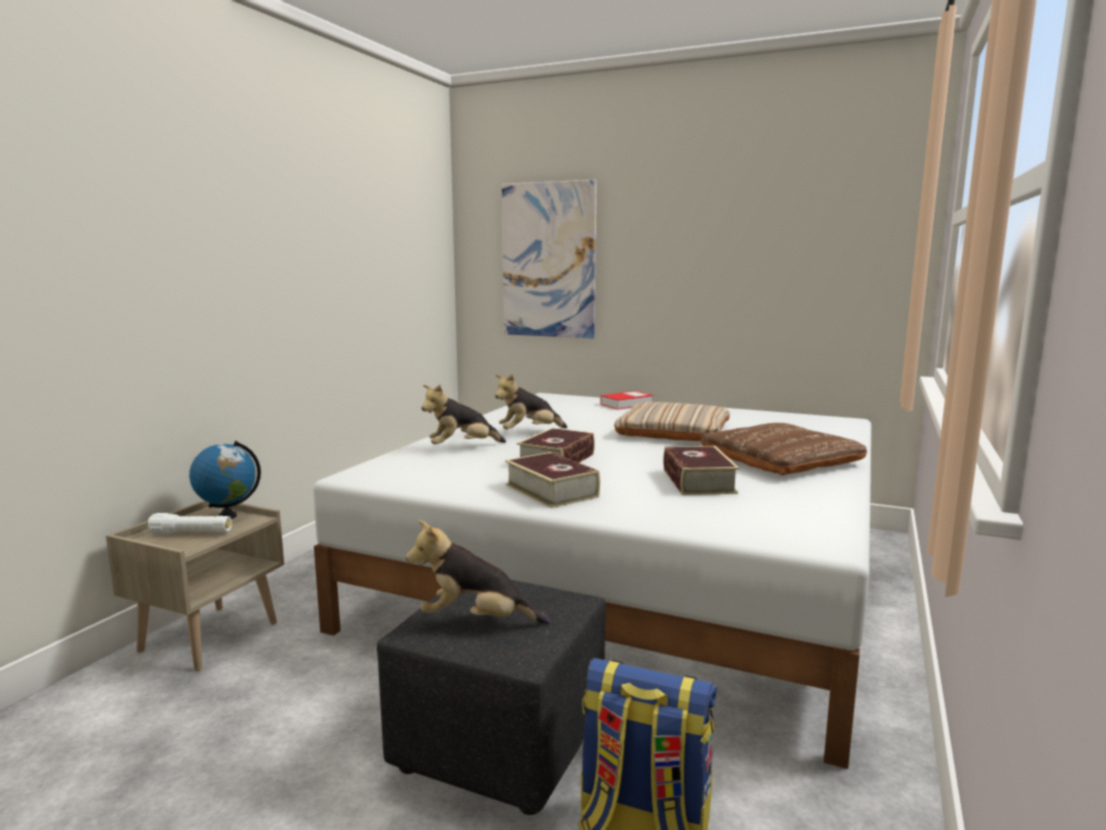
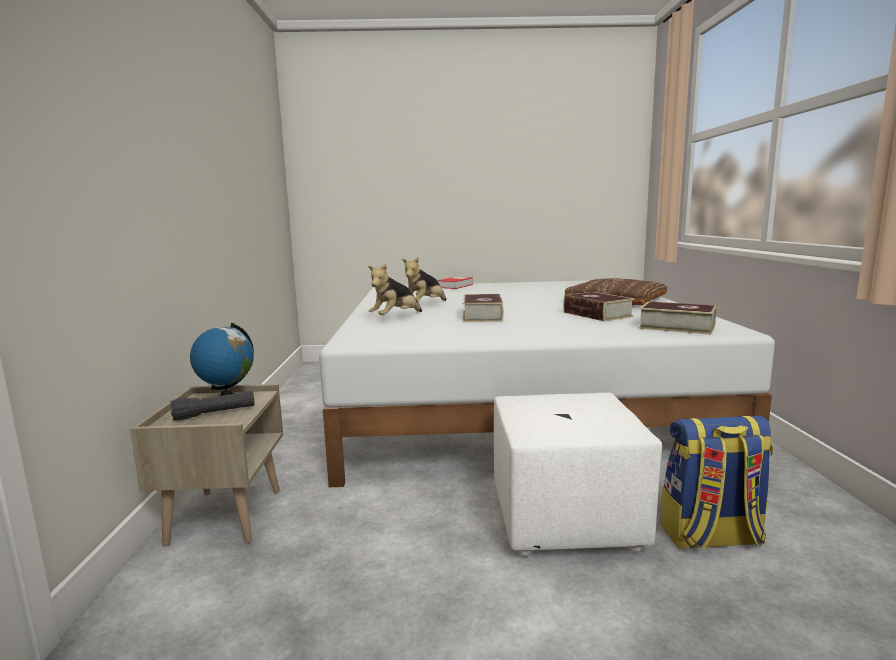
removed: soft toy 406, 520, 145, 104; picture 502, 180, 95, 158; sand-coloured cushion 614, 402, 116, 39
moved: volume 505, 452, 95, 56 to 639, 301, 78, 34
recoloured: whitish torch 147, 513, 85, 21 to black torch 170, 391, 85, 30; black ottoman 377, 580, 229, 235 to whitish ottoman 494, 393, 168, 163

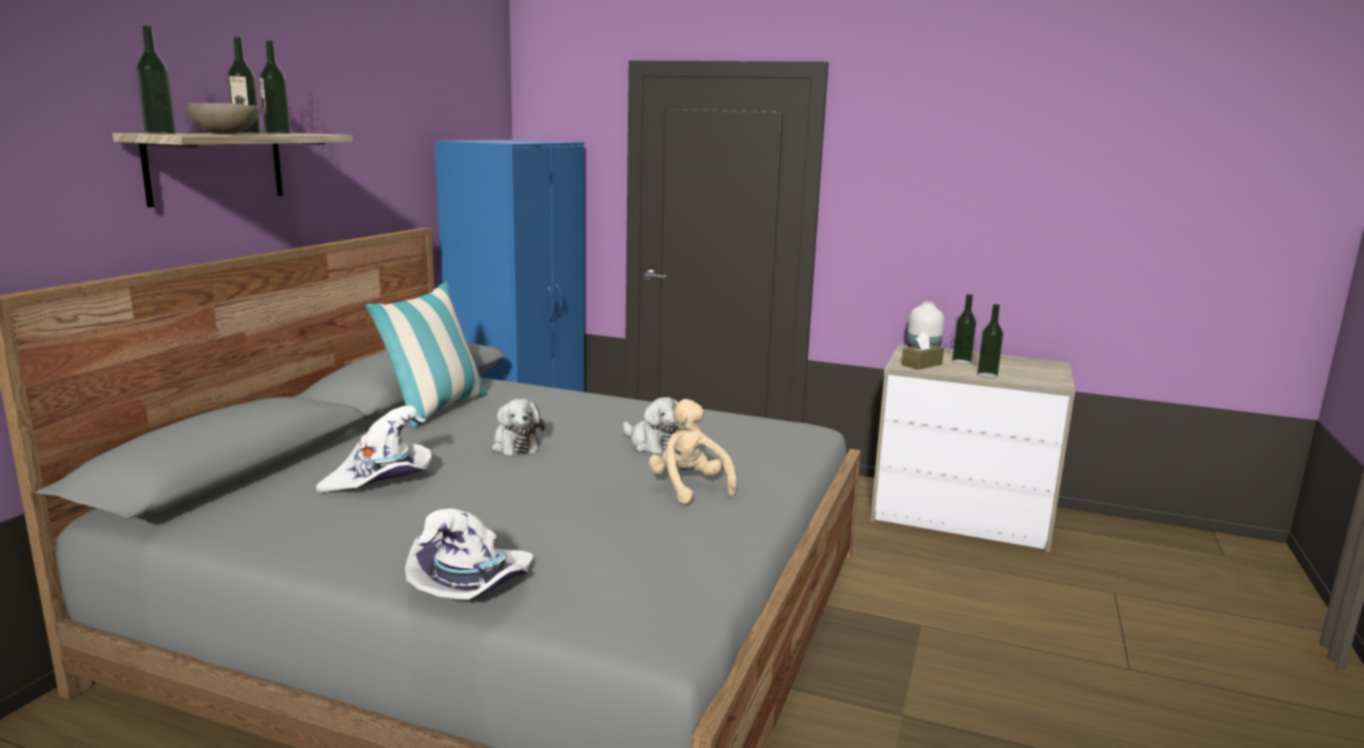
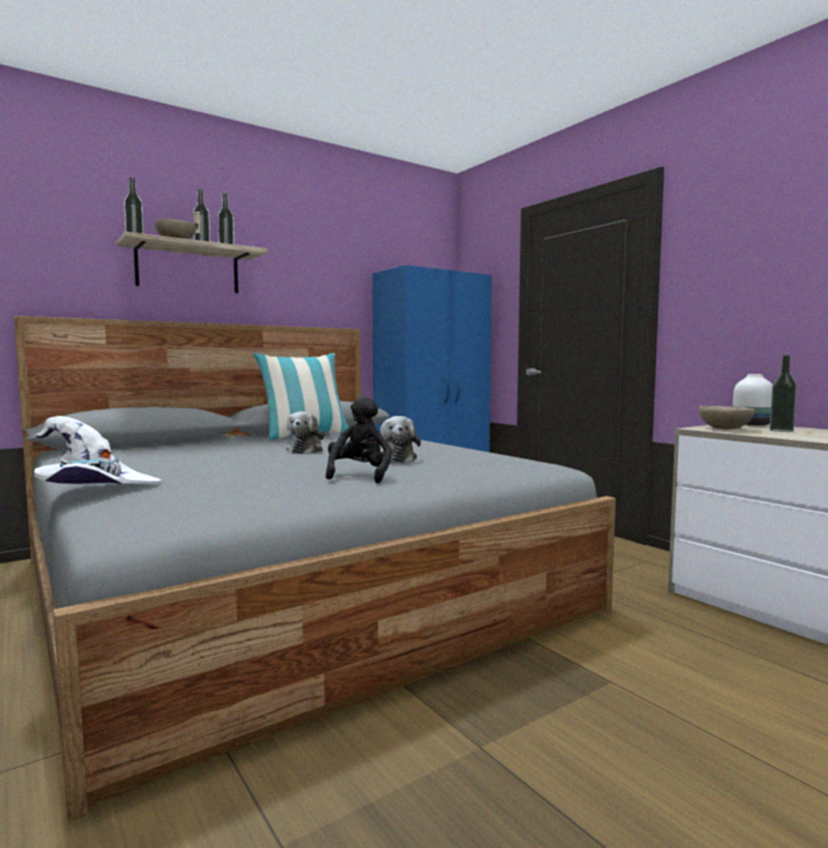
removed: whitish wearable hat 316, 405, 116, 87; bottle 977, 304, 26, 74
replaced: brown tissue holder 902, 332, 42, 38 to sand-coloured bowl 699, 406, 56, 23
recoloured: sand-coloured soft toy 648, 399, 89, 105 to black soft toy 326, 396, 66, 87

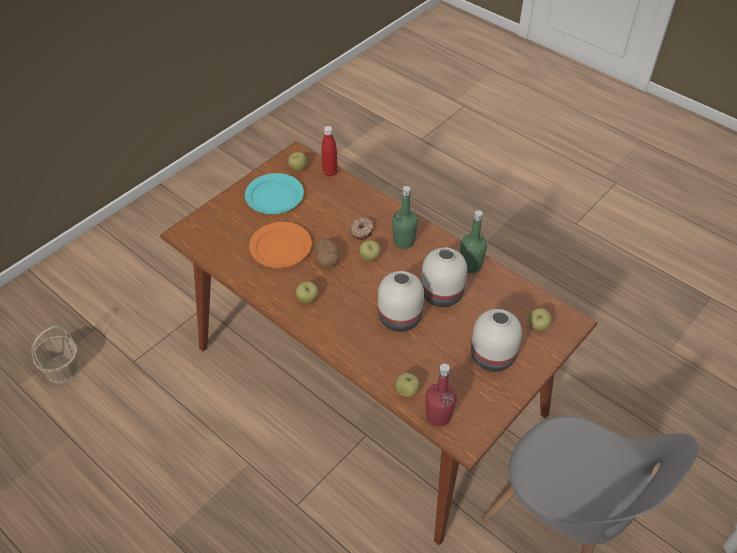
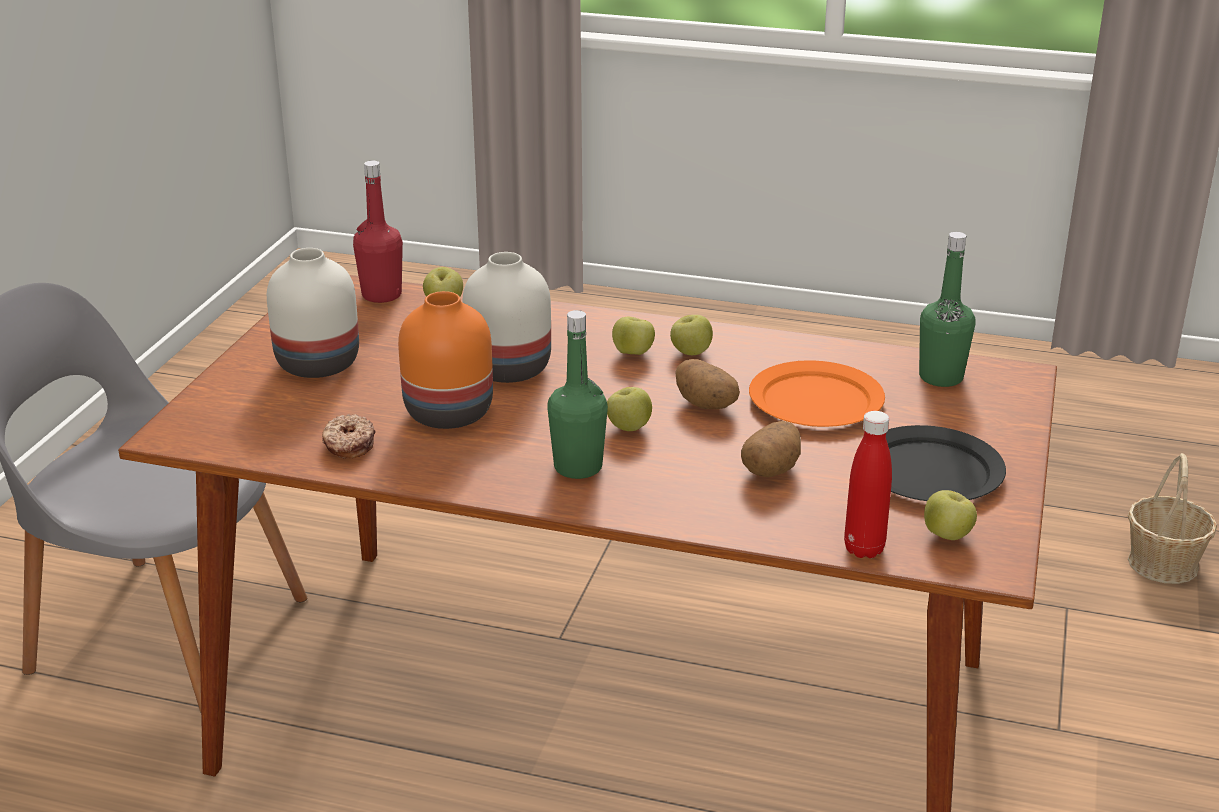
added: potato 741, 421, 60, 56
moved: doughnut 350, 217, 24, 23 to 322, 414, 54, 44; green bottle 460, 210, 27, 63 to 919, 232, 57, 155; apple 529, 308, 23, 23 to 612, 317, 43, 38
recoloured: turquoise-coloured flat dish 245, 173, 59, 41 to black flat dish 886, 425, 120, 76; whitish vase 421, 247, 46, 60 to orange-coloured vase 398, 291, 95, 138

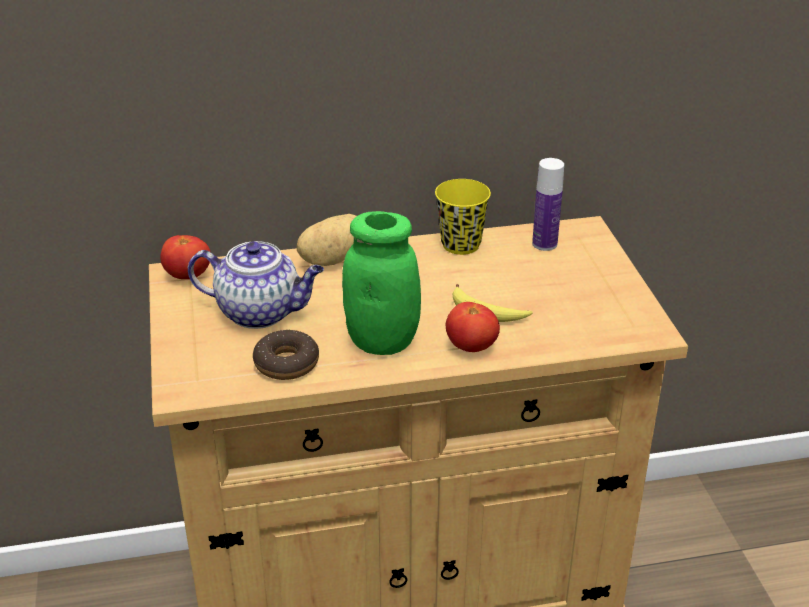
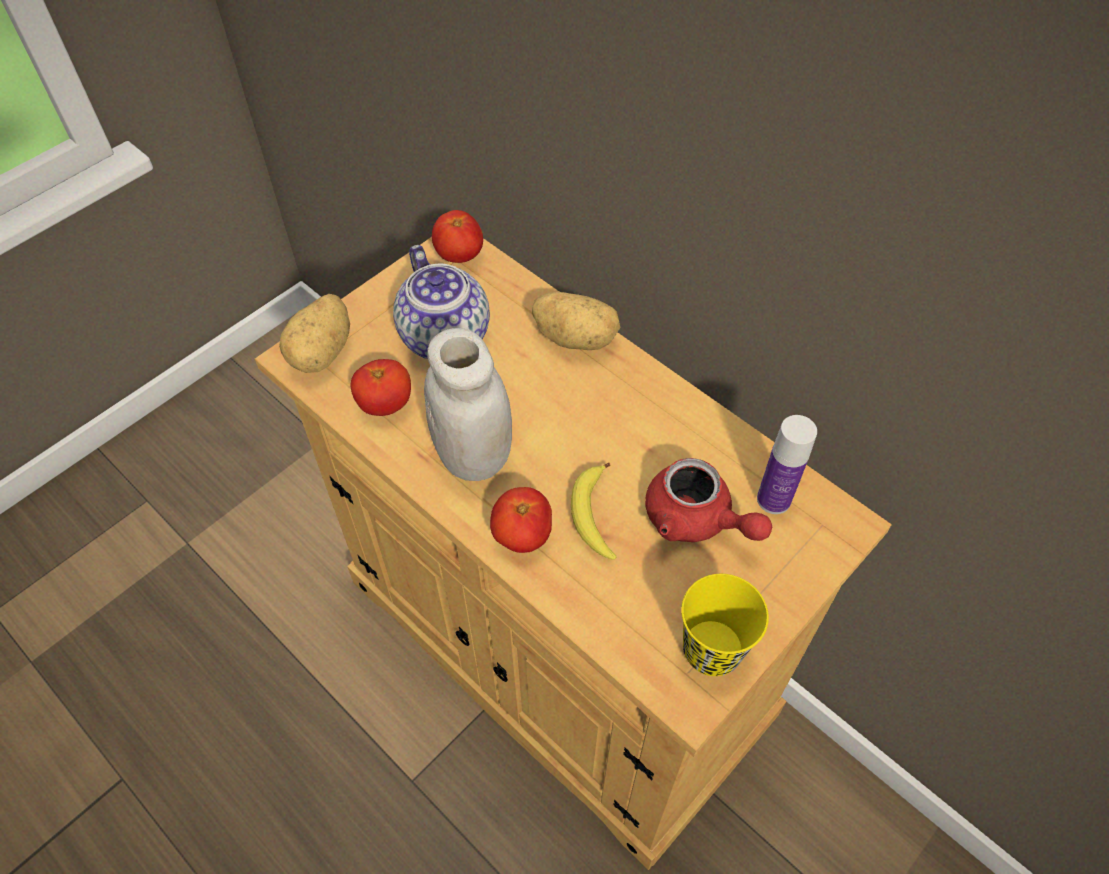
added: potato 279, 294, 71, 79; red-coloured tea pot 645, 458, 127, 84
moved: yellow-coloured small cup 435, 179, 56, 76 to 681, 574, 88, 102
replaced: doughnut 253, 330, 66, 50 to fresh tomato 351, 359, 60, 57
recoloured: green preserve jar 342, 211, 79, 144 to whitish preserve jar 424, 328, 88, 153

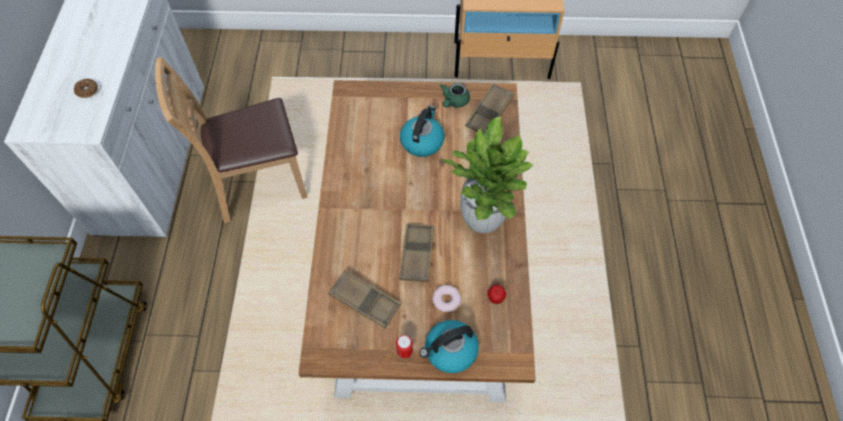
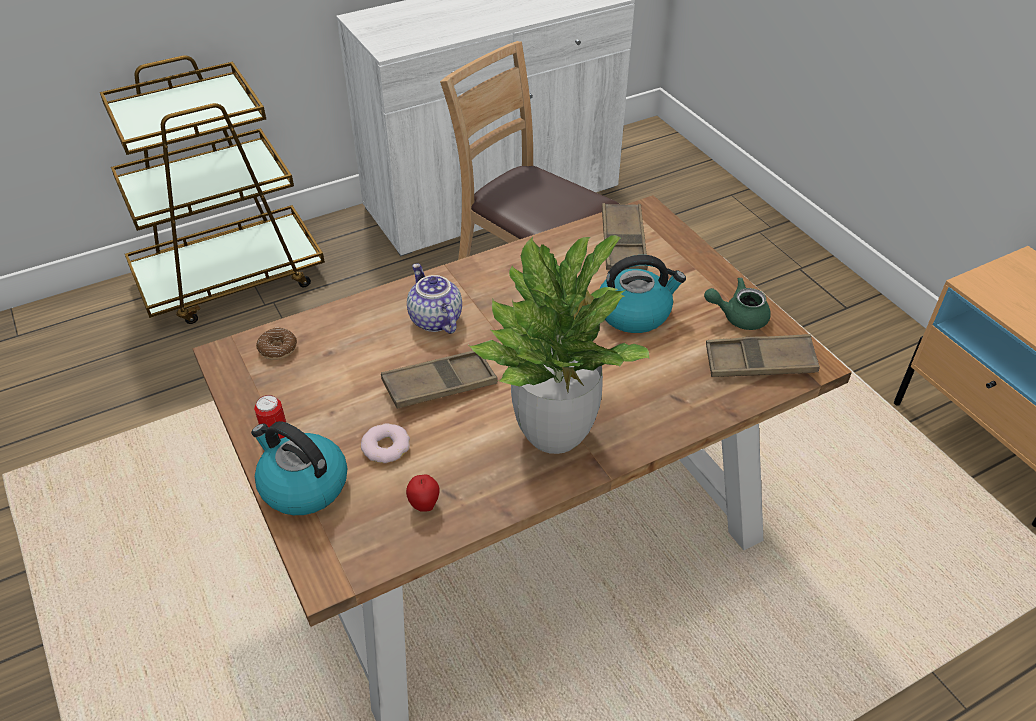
added: tea pot 407, 263, 55, 71
moved: doughnut 74, 79, 24, 19 to 256, 328, 41, 32; brown serving tray 328, 270, 73, 59 to 602, 203, 46, 67

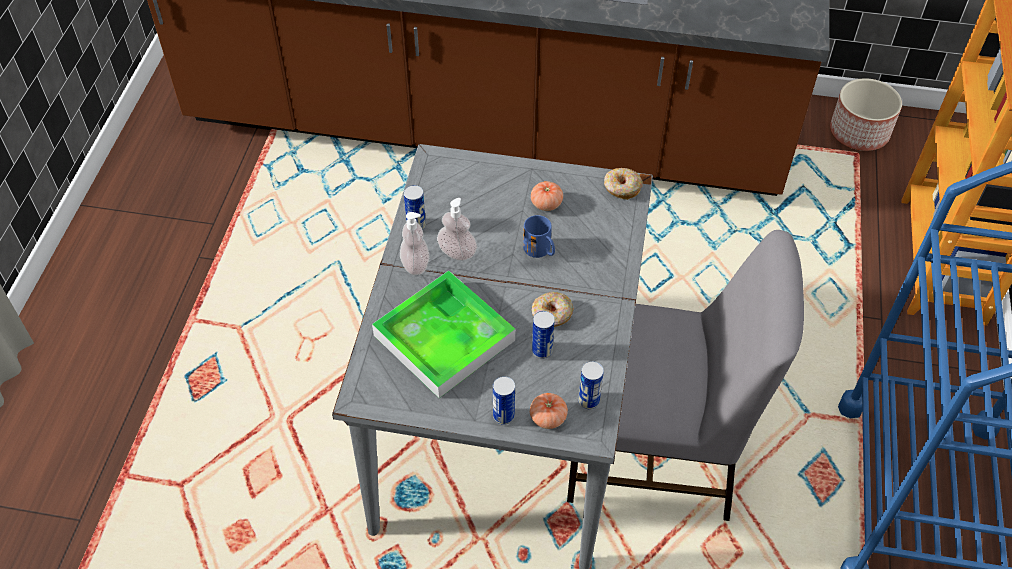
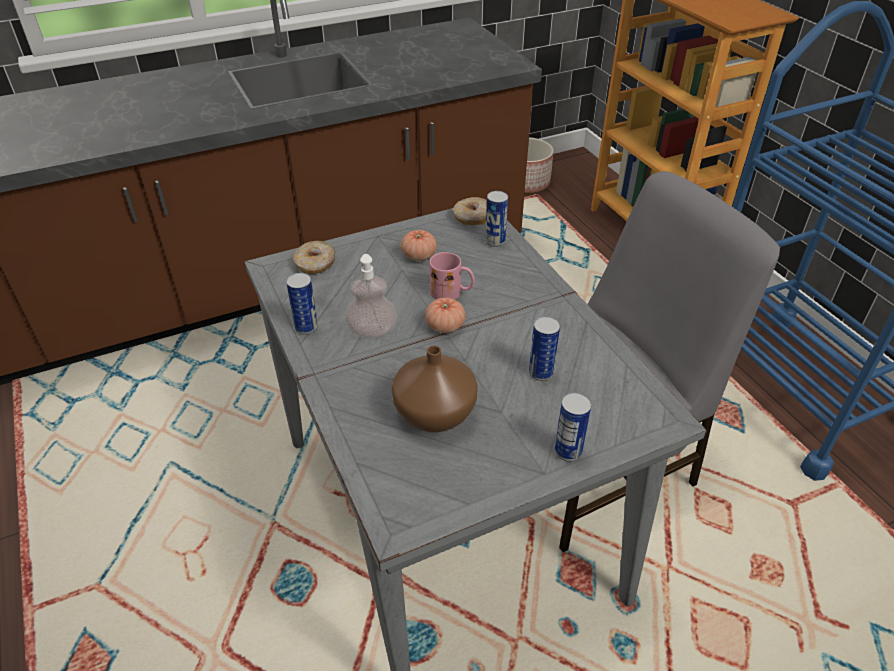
removed: soap dispenser 400, 212, 30, 63
moved: fresh tomato 530, 393, 38, 36 to 425, 297, 41, 36; doughnut 531, 292, 43, 35 to 293, 241, 43, 33; can 578, 361, 26, 48 to 485, 191, 23, 56
replaced: serving tray 372, 270, 143, 128 to brown vase 391, 345, 87, 87
recoloured: blue mug 523, 215, 32, 43 to pinkish mug 429, 252, 46, 47

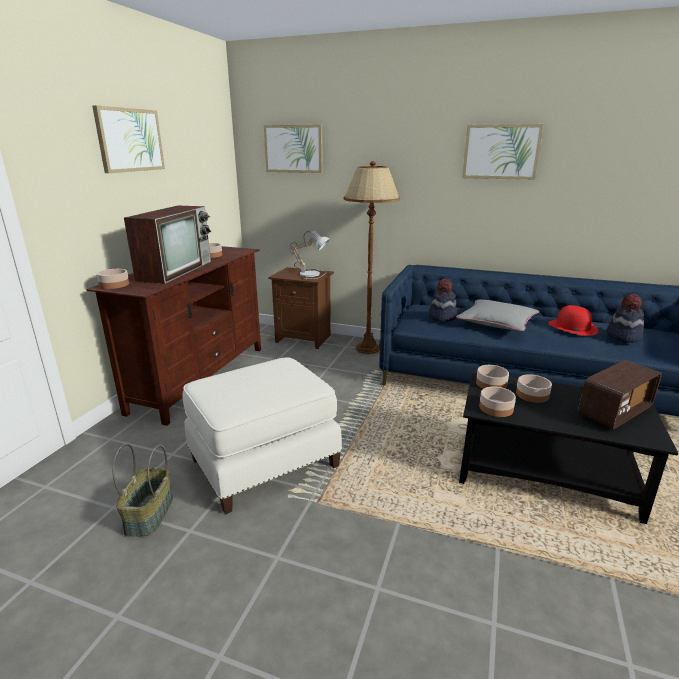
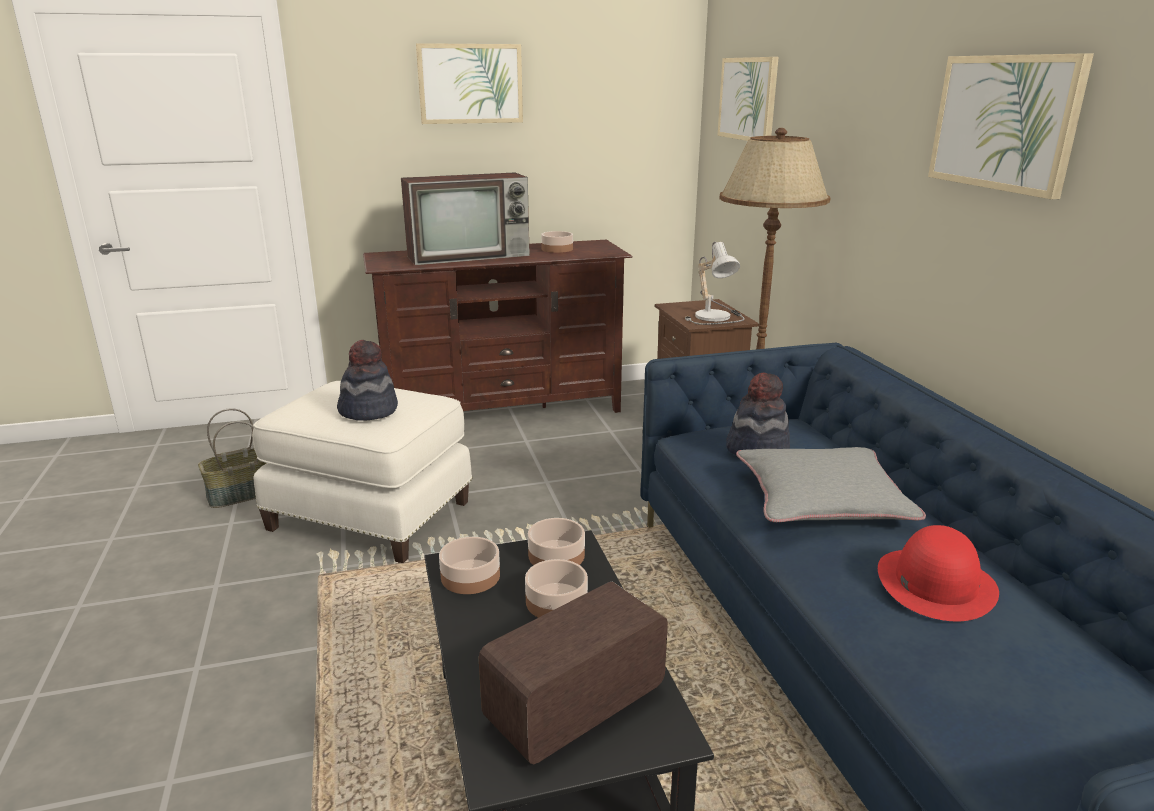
removed: bowl 97, 269, 32, 20
moved: wearable hat 607, 293, 37, 50 to 337, 340, 61, 81
turned: radio 578, 360, 84, 69 = 479, 582, 189, 182 120 degrees clockwise

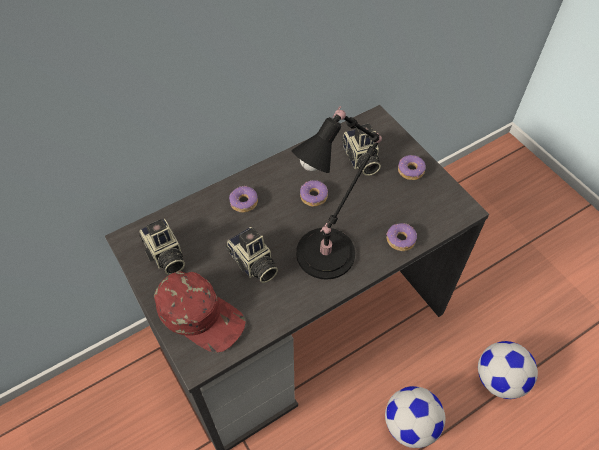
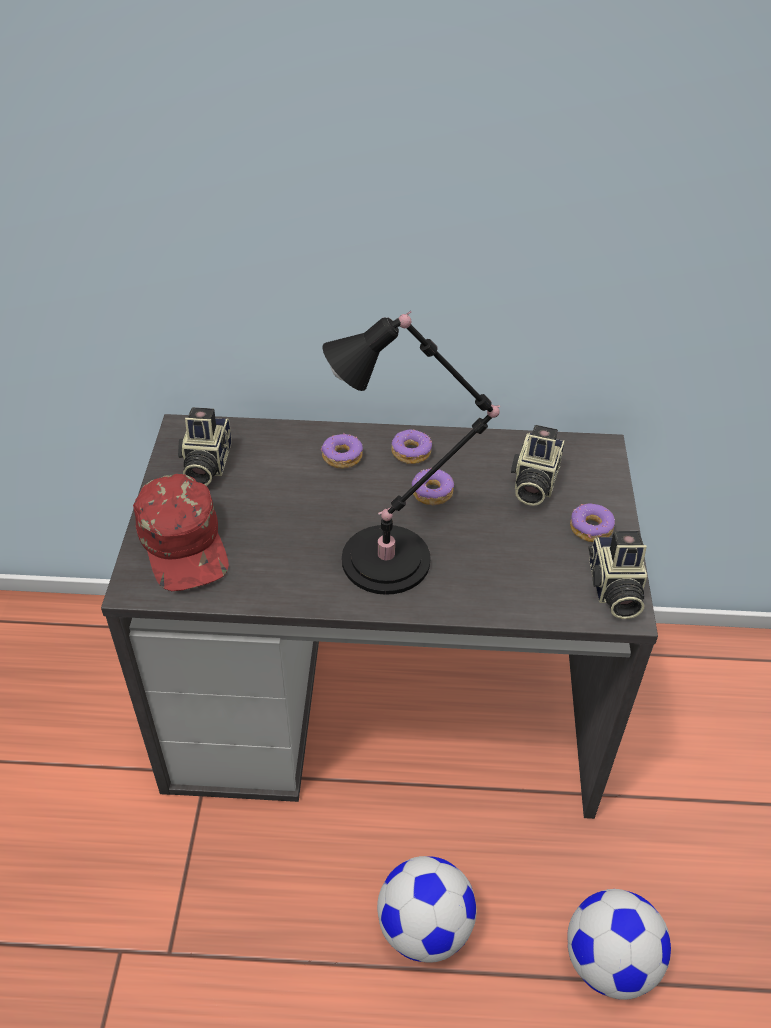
moved: still camera 226, 227, 52, 56 to 588, 531, 59, 88; doughnut 386, 223, 31, 28 to 391, 430, 41, 34

